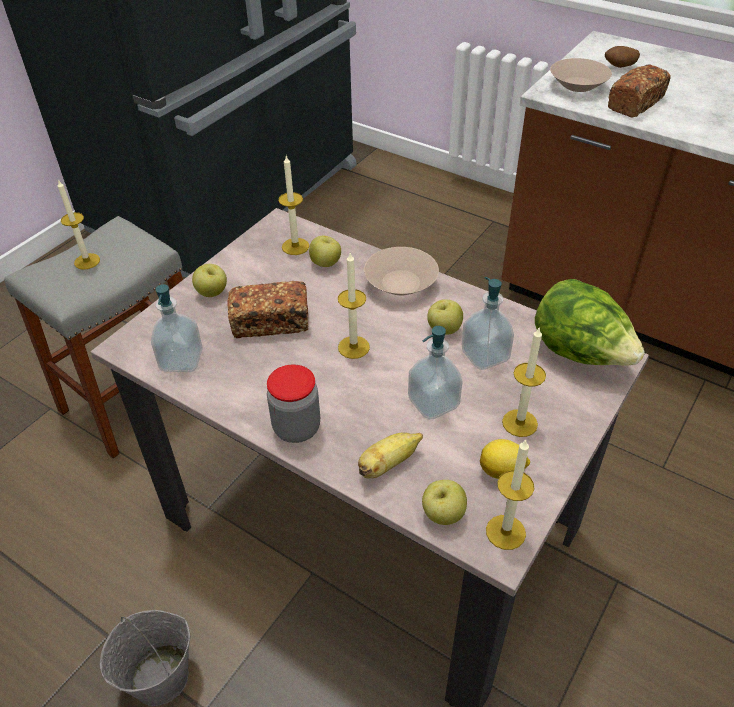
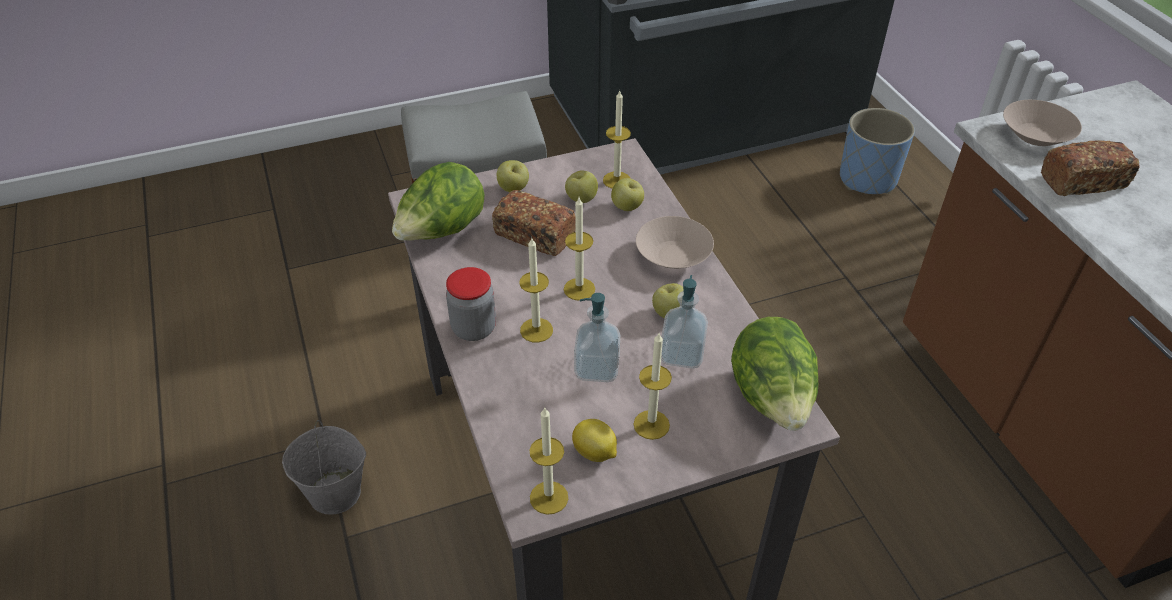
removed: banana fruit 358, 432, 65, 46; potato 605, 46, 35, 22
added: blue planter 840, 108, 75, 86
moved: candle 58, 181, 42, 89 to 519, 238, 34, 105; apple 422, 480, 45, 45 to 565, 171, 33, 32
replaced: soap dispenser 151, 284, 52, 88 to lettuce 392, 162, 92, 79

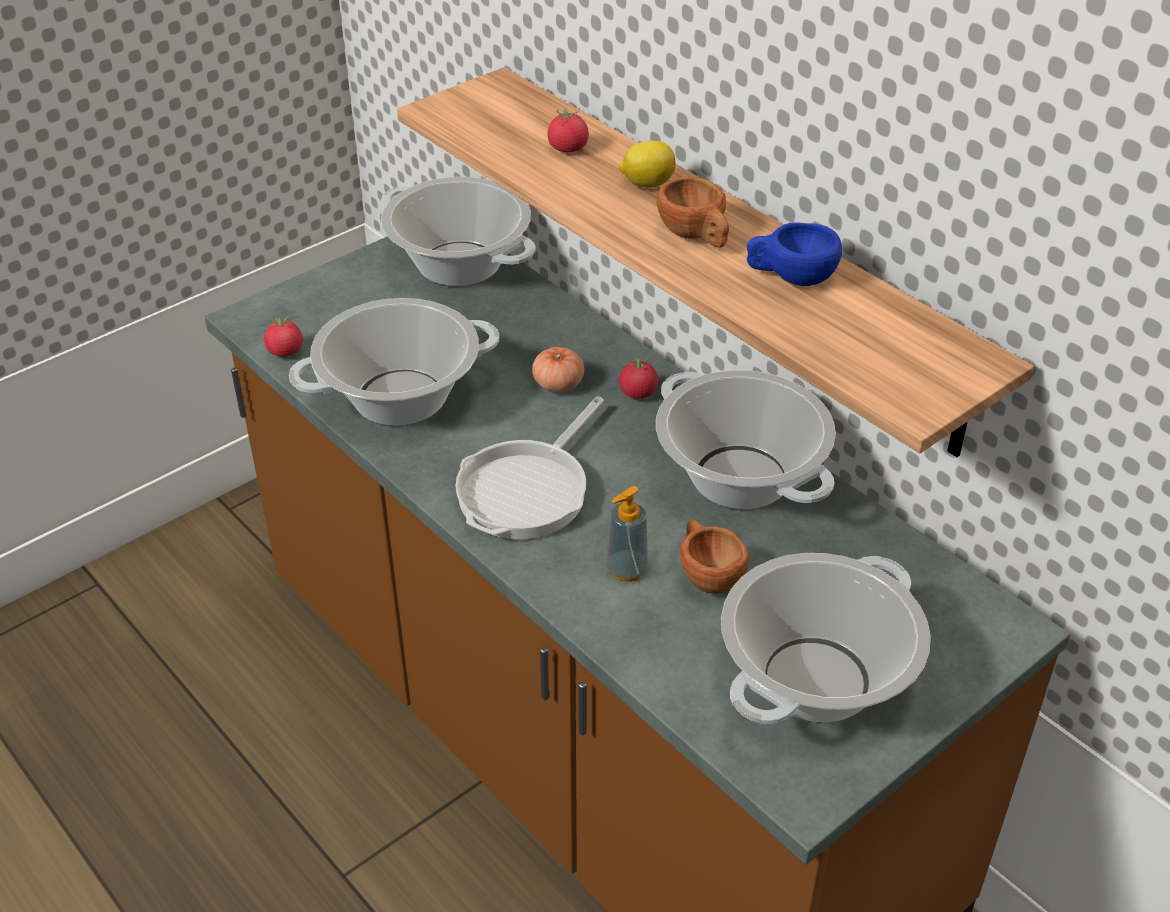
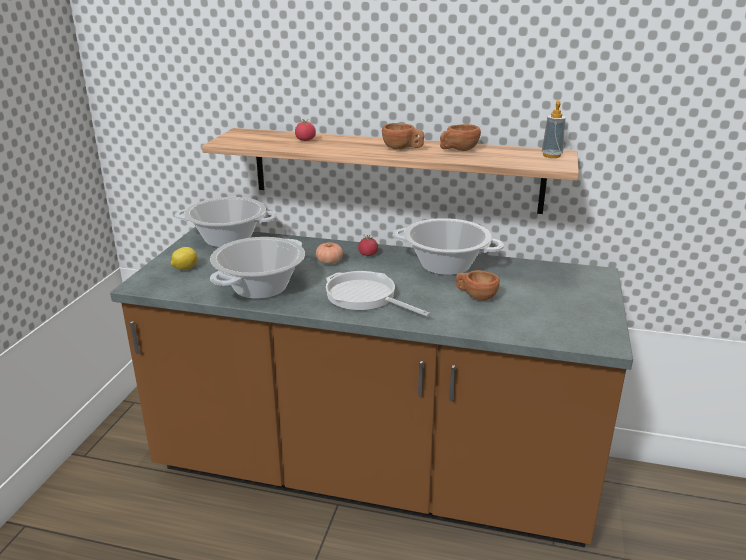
removed: fresh tomato 264, 316, 39, 41; cooking pot 721, 553, 210, 171
moved: soap dispenser 607, 486, 41, 96 to 542, 101, 24, 57; lemon 619, 140, 57, 48 to 170, 247, 27, 23
recoloured: blue small cup 747, 223, 95, 63 to brown small cup 440, 124, 41, 27
turned: frying pan 455, 396, 149, 144 = 326, 271, 104, 46 135 degrees clockwise

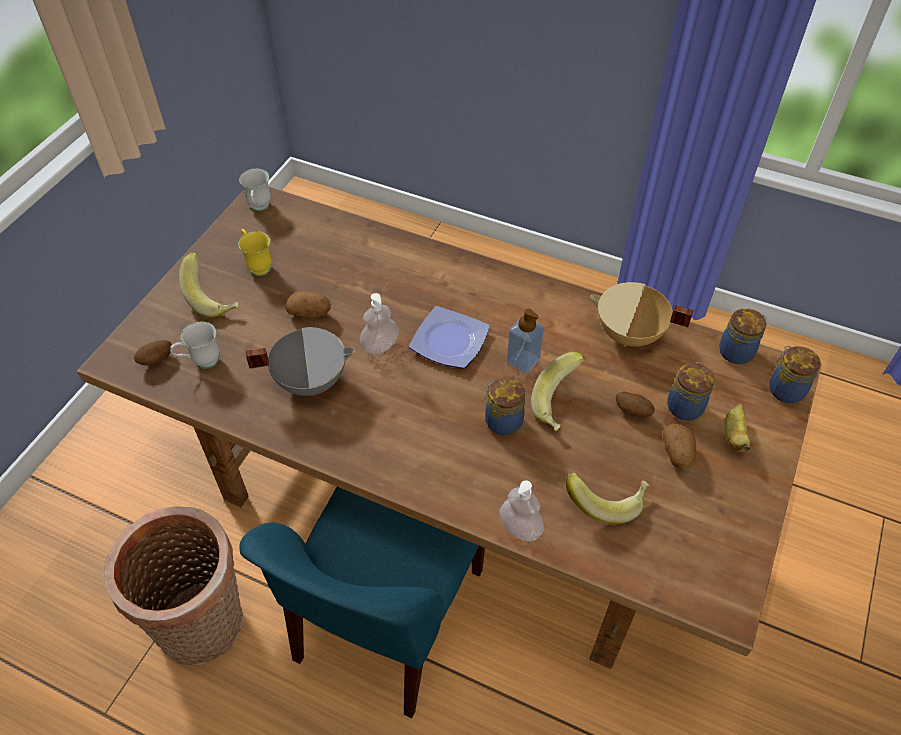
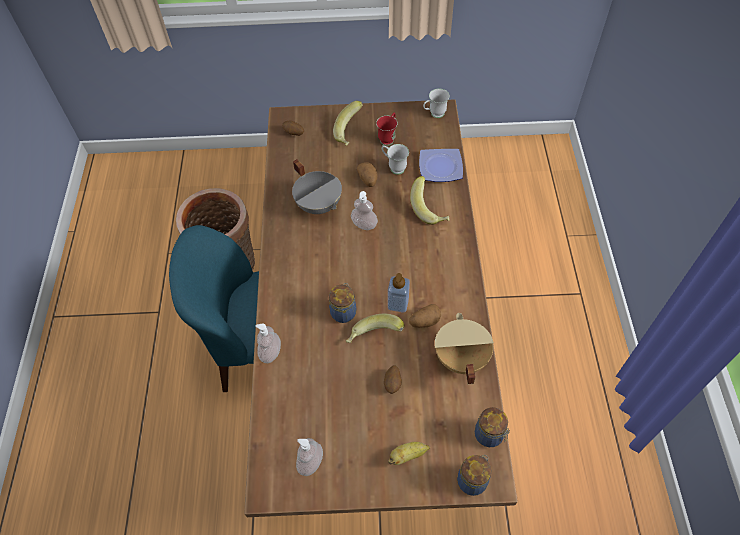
removed: preserve jar 667, 362, 47, 59
added: soap dispenser 296, 438, 27, 38
moved: whitish mug 170, 322, 49, 47 to 382, 144, 27, 31; flat dish 409, 306, 81, 63 to 419, 149, 44, 33; banana fruit 566, 473, 84, 52 to 410, 176, 39, 49; potato 663, 424, 33, 46 to 409, 304, 32, 24
recoloured: yellow-coloured mug 238, 229, 34, 47 to red-coloured mug 376, 112, 22, 34

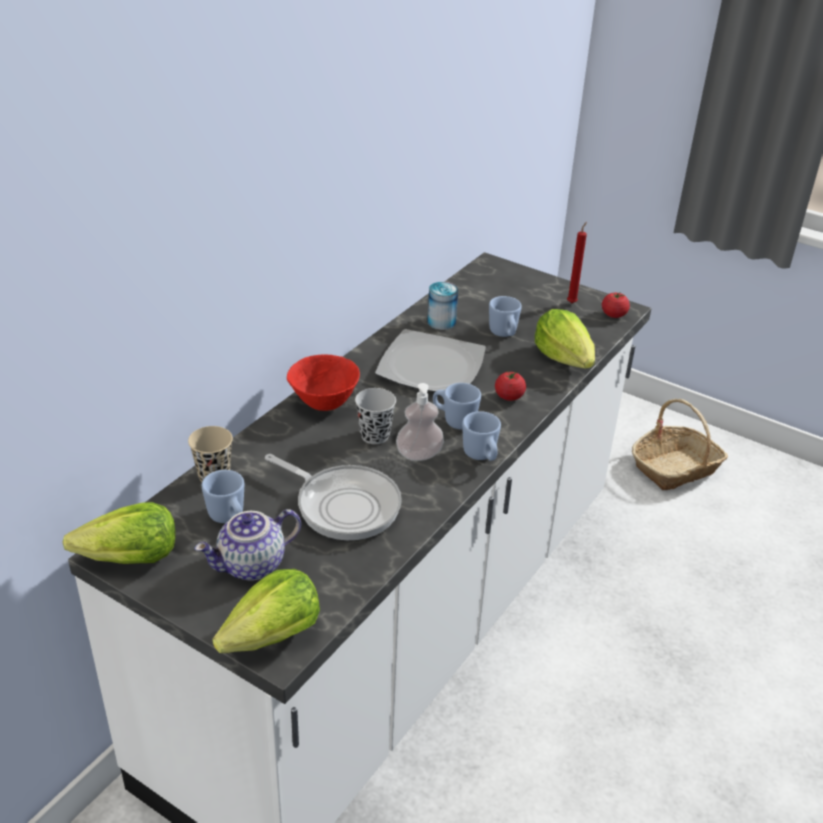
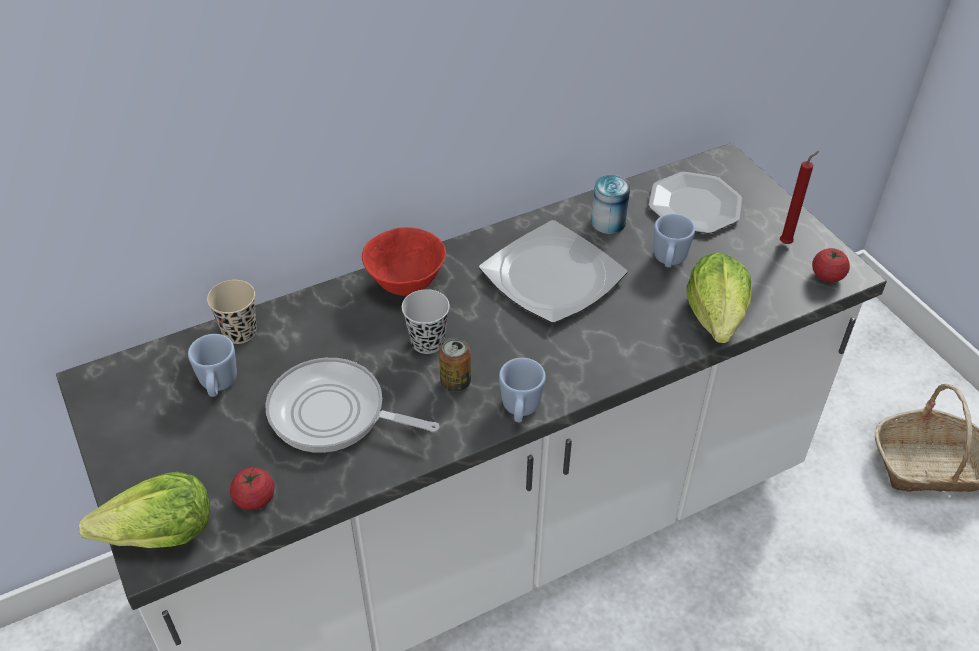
removed: lettuce 63, 502, 113, 62; tea pot 195, 509, 106, 72; blue mug 433, 383, 48, 46
added: flat dish 649, 172, 93, 62
moved: fresh tomato 495, 370, 31, 31 to 230, 467, 45, 43
replaced: soap dispenser 396, 383, 48, 78 to can 439, 337, 32, 55
turned: frying pan 265, 454, 137, 86 = 265, 358, 174, 95 135 degrees clockwise

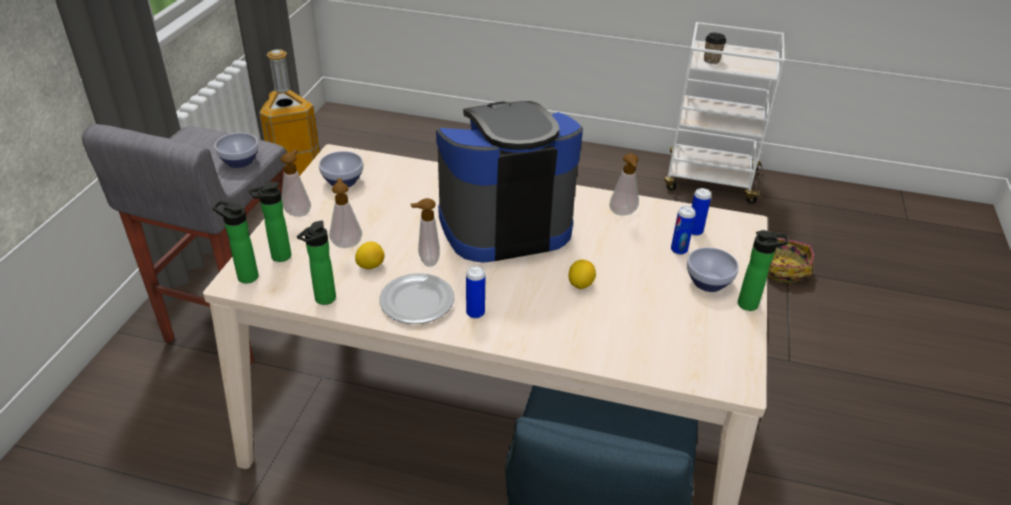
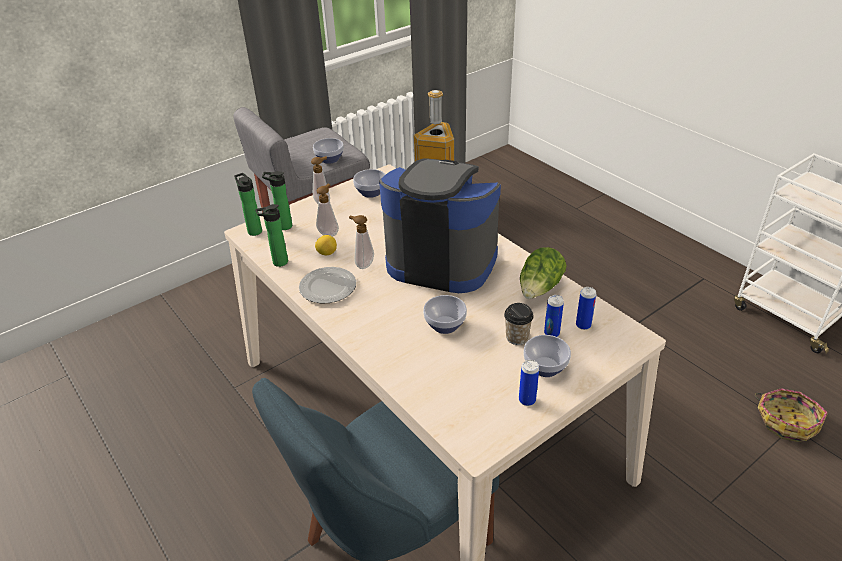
removed: bottle 738, 230, 50, 81
moved: can 466, 266, 20, 53 to 519, 360, 20, 46; small cup 704, 33, 22, 31 to 504, 303, 30, 42
replaced: lemon 569, 260, 27, 29 to bowl 423, 295, 44, 39; soap dispenser 609, 153, 30, 63 to lettuce 520, 247, 46, 52

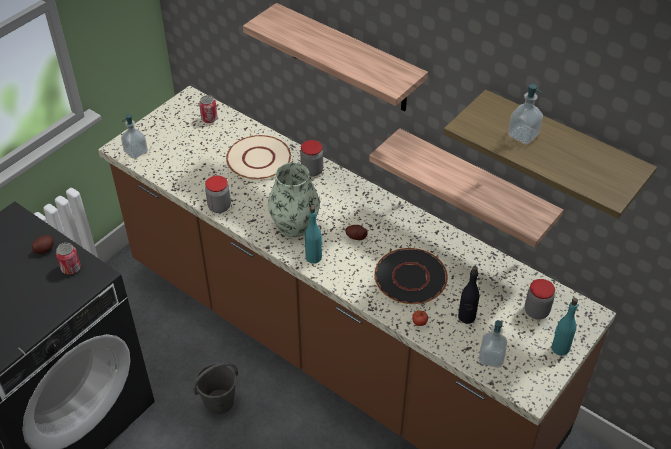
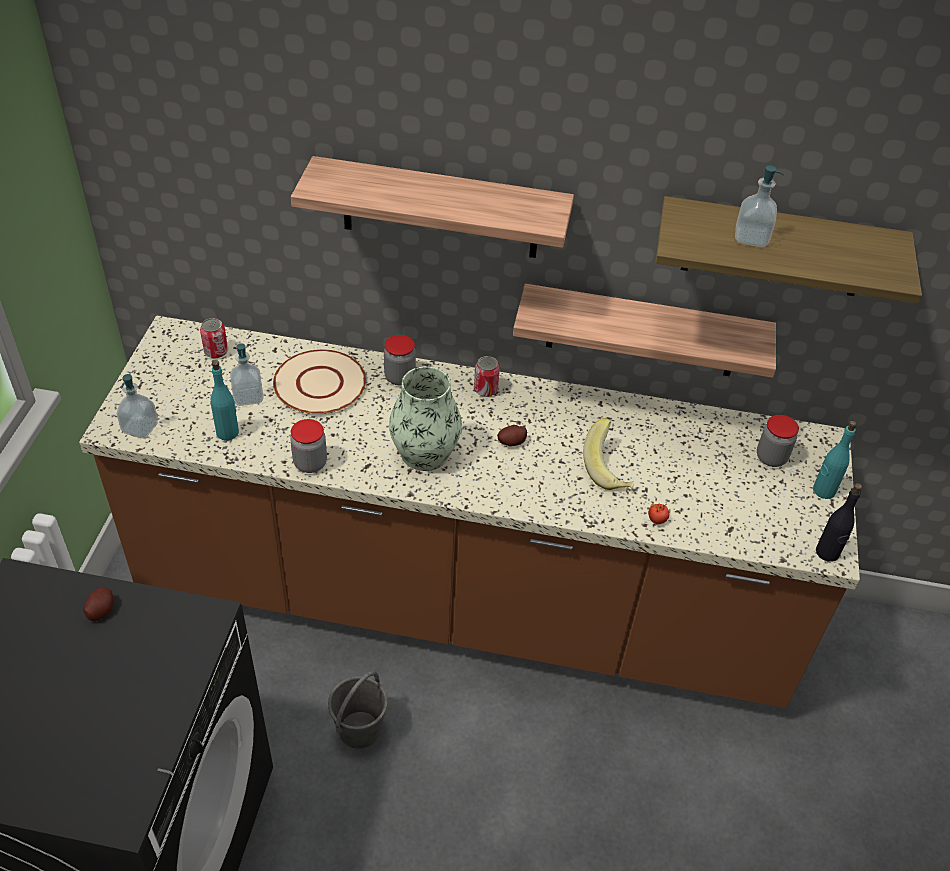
moved: can 56, 243, 25, 31 to 474, 356, 26, 41; turquoise-coloured bottle 305, 206, 17, 58 to 211, 360, 28, 81; black bottle 458, 266, 22, 58 to 816, 483, 46, 79; soap dispenser 479, 320, 28, 48 to 230, 343, 33, 63
replaced: black flat dish 374, 248, 74, 56 to banana fruit 583, 418, 51, 72

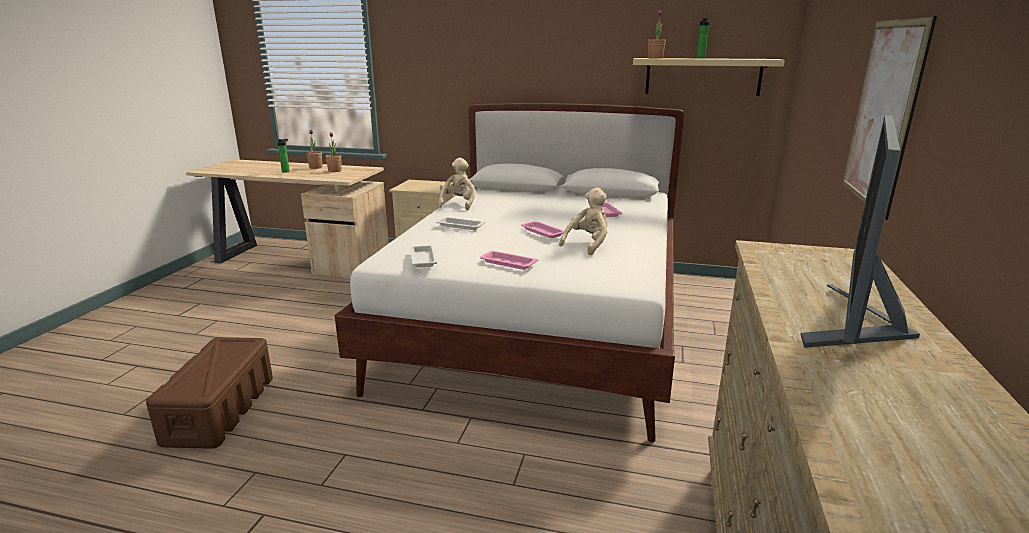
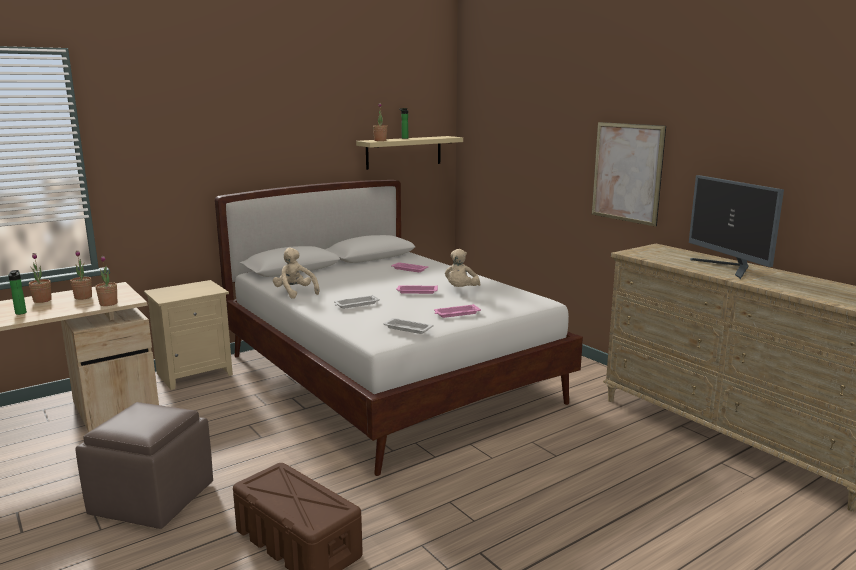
added: brown ottoman 75, 402, 138, 127; potted plant 95, 256, 22, 50
turned: sand-coloured soft toy 559, 187, 48, 68 = 445, 249, 36, 38 150 degrees counterclockwise

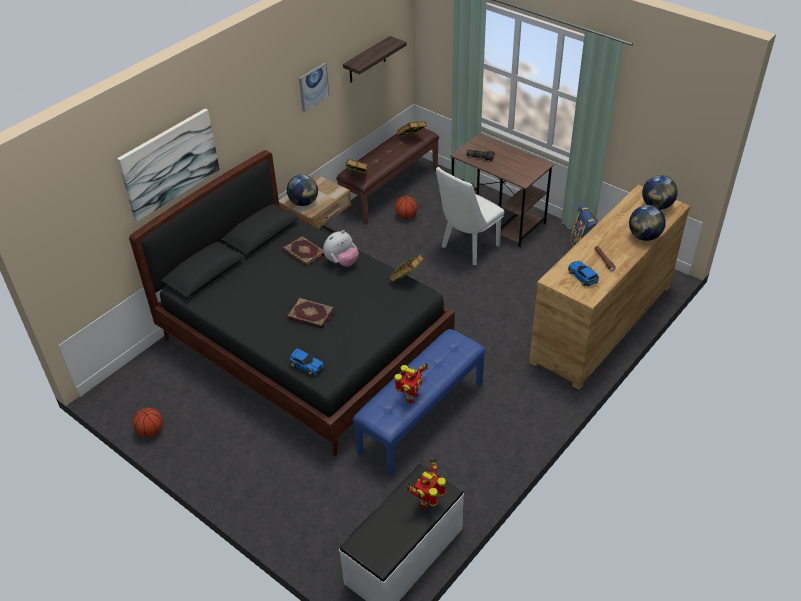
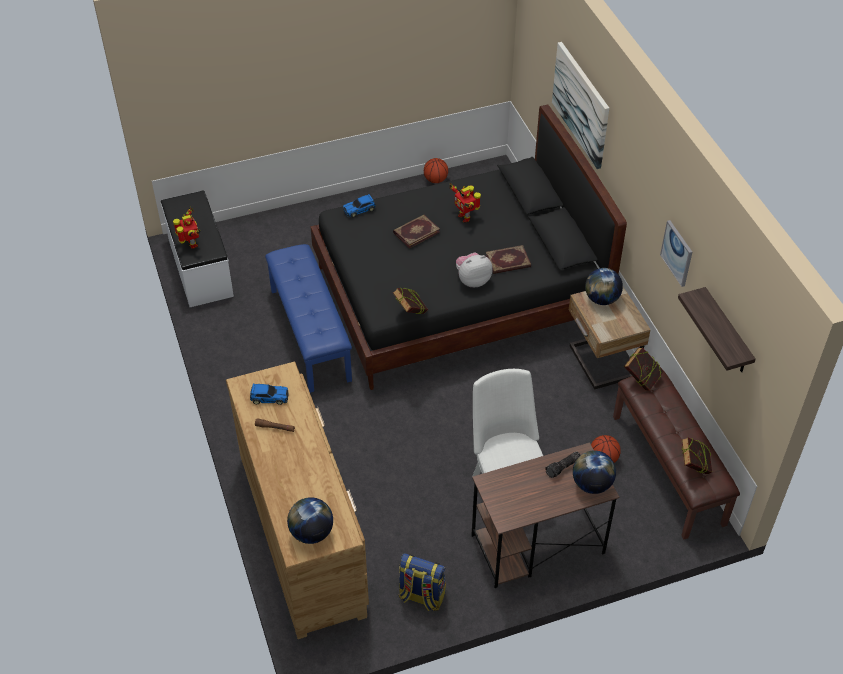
moved: toy robot 394, 363, 34, 40 to 449, 183, 32, 39; globe 629, 205, 37, 36 to 573, 450, 43, 44
turned: soft toy 323, 230, 36, 37 = 456, 253, 37, 34 75 degrees clockwise

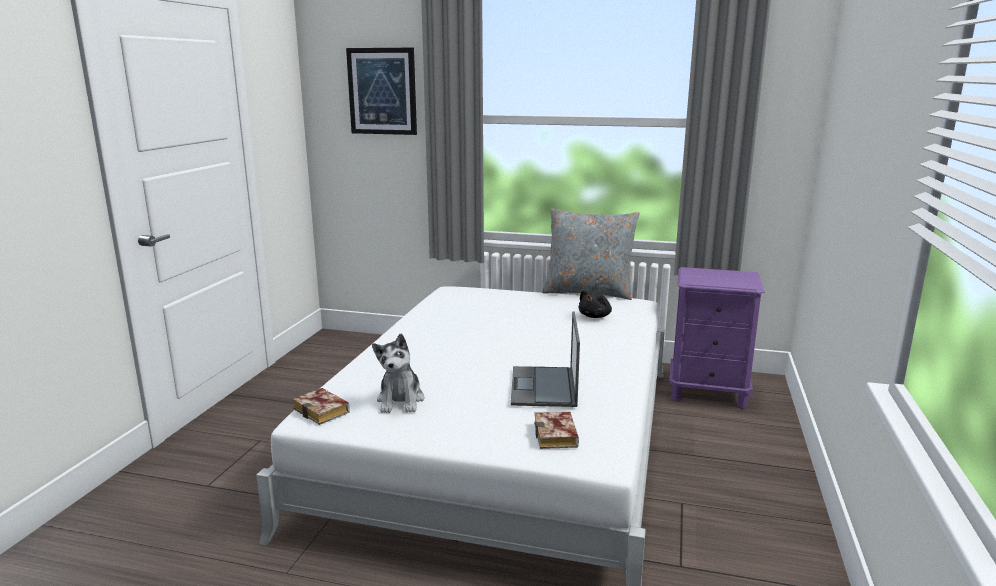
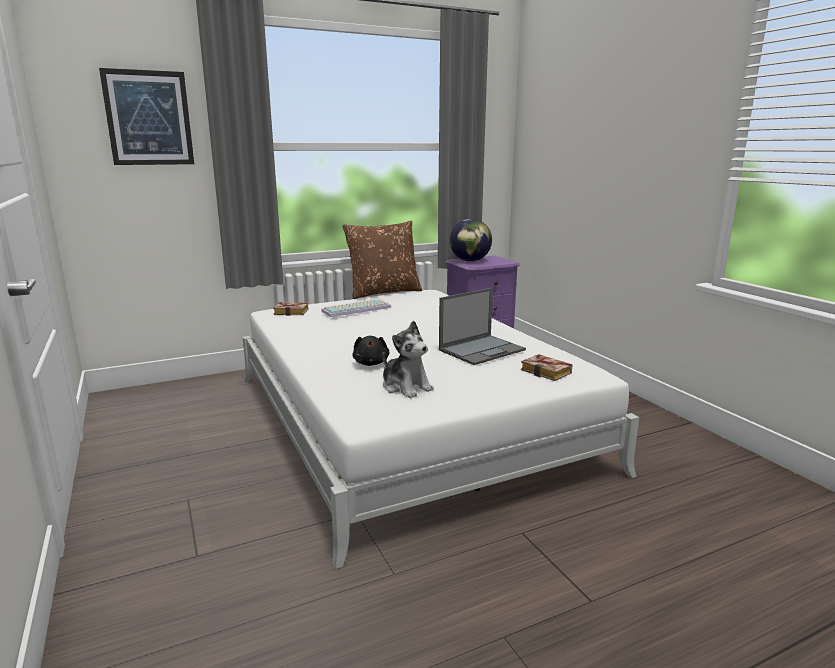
added: computer keyboard 321, 299, 70, 18; globe 450, 219, 42, 43
moved: volume 292, 388, 58, 37 to 273, 302, 36, 14; black soft toy 578, 290, 34, 28 to 352, 336, 38, 30
recoloured: grey cushion 542, 208, 98, 92 to brown cushion 342, 220, 81, 79
turned: notebook computer 511, 311, 69, 96 = 439, 288, 87, 77 90 degrees counterclockwise

